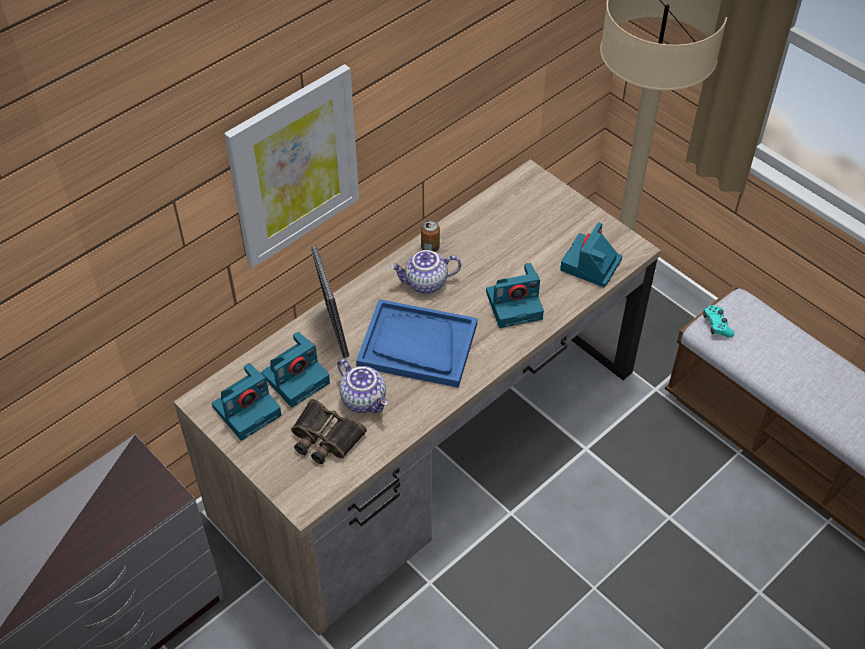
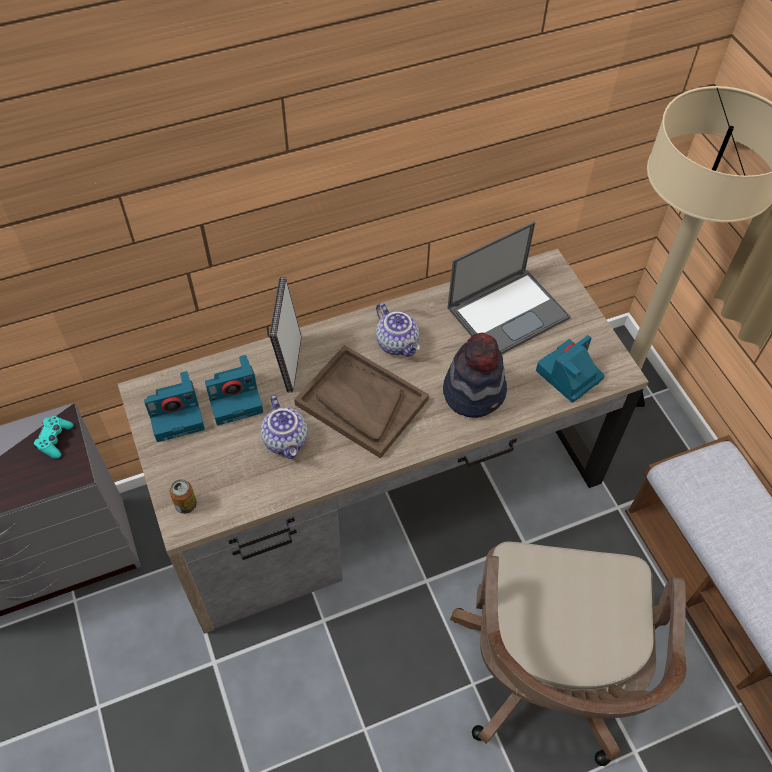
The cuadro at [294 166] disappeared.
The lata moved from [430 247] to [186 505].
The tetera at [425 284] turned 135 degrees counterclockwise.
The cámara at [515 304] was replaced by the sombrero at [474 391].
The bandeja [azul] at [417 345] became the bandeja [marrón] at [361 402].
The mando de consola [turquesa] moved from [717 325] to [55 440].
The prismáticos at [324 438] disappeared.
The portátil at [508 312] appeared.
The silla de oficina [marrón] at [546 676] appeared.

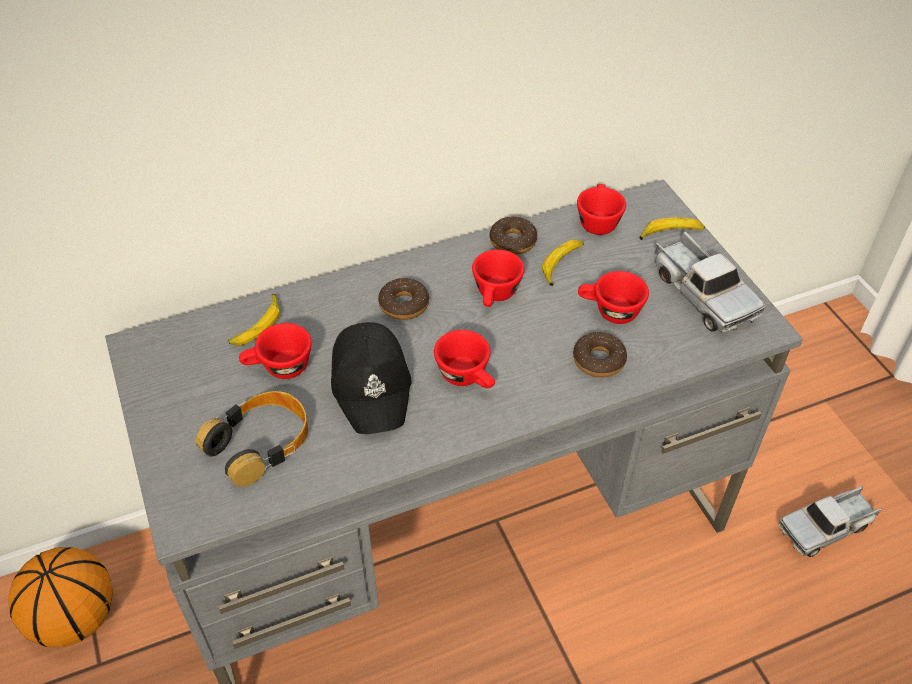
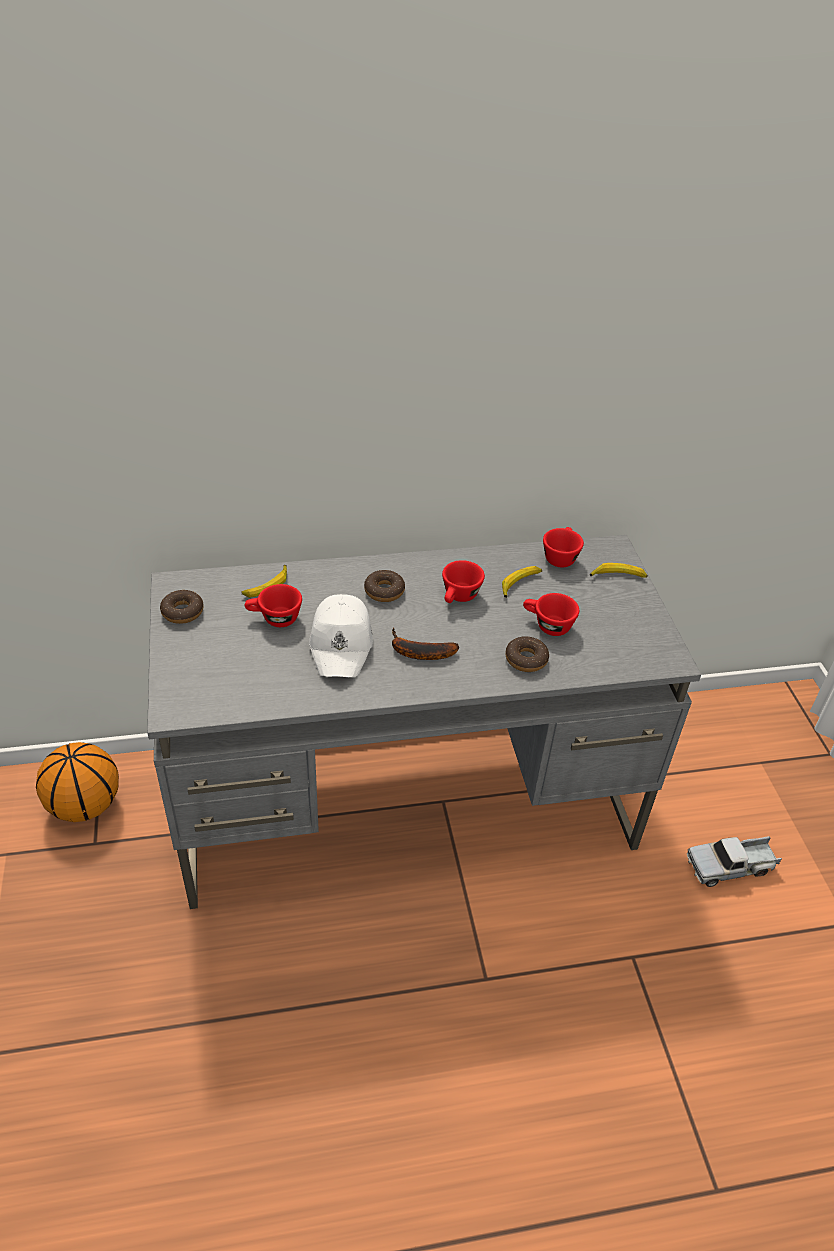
The rosquilla moved from [513 241] to [182 612].
The camión de juguete at [701 293] disappeared.
The gorra [negro] at [372 384] became the gorra [blanco] at [342 643].
The taza [rojo] at [468 377] was replaced by the plátano at [418 652].
The auriculares at [260 443] disappeared.

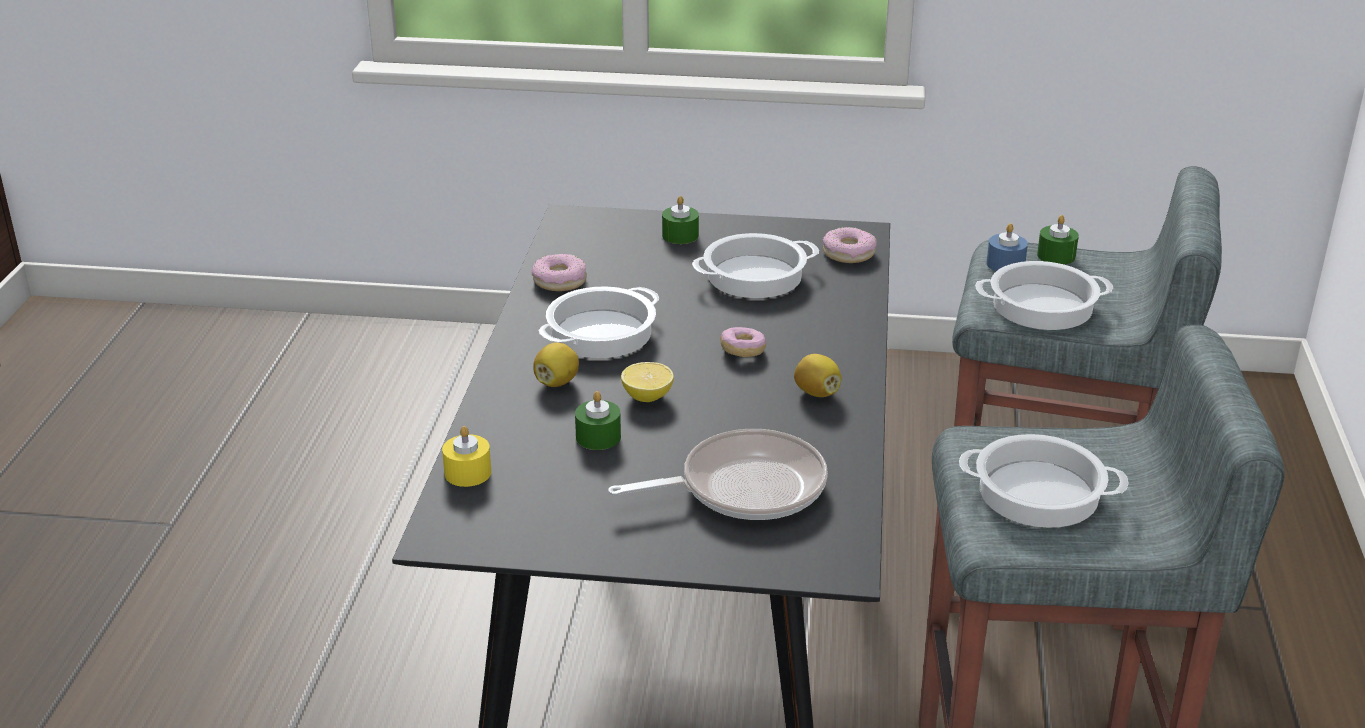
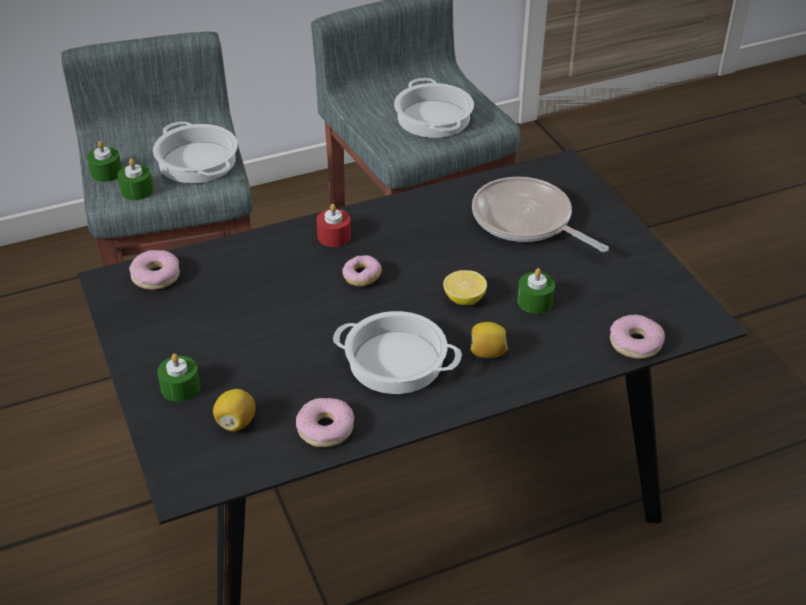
The vela [azul] at [1005 264] became the vela [verde] at [137 190].
The olla at [754 276] disappeared.
The limón moved from [817 393] to [236 422].
The vela [amarillo] at [468 473] was replaced by the rosquilla at [635 343].
The vela [rojo] at [334 236] appeared.

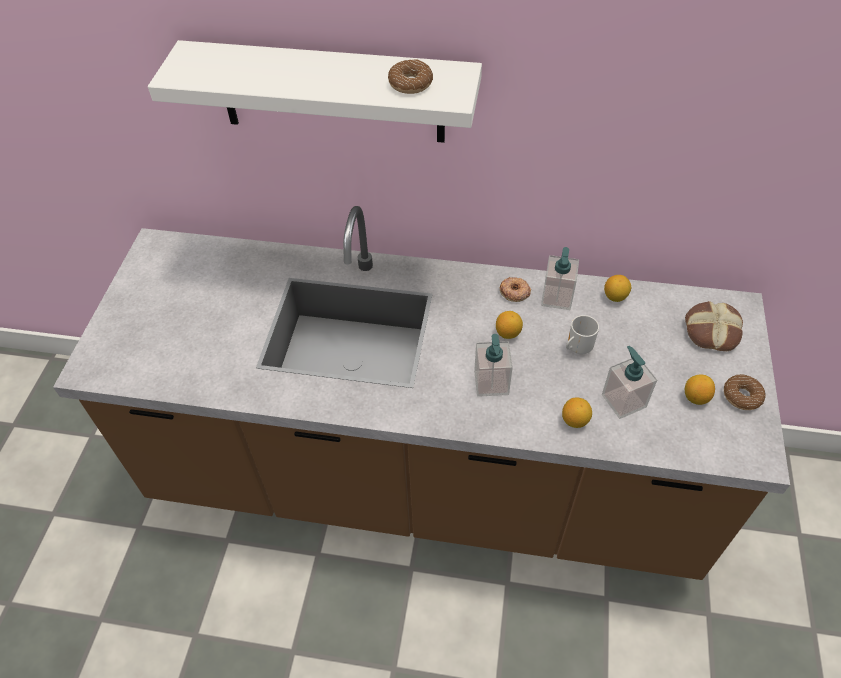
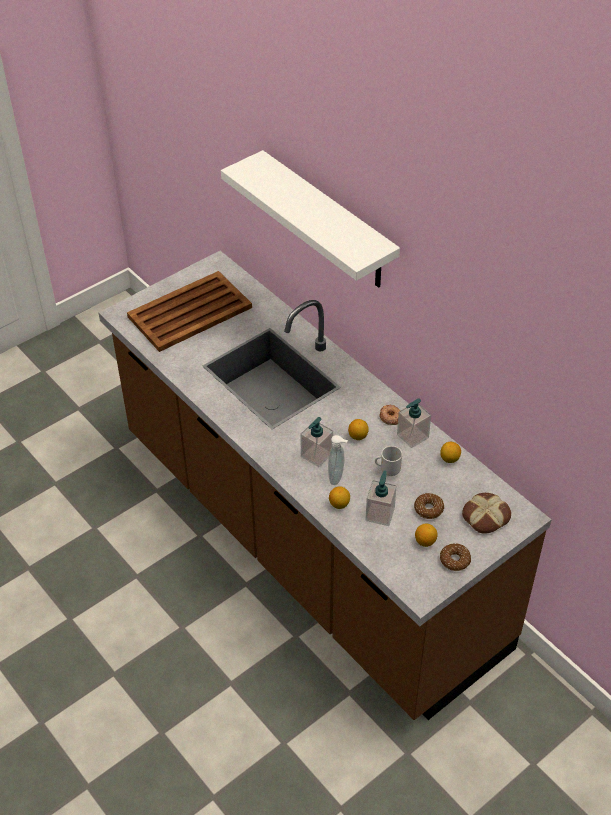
The rosquilla moved from [410 83] to [428 509].
The bandeja [marrón] at [191 312] appeared.
The dispensador de jabón at [337 477] appeared.

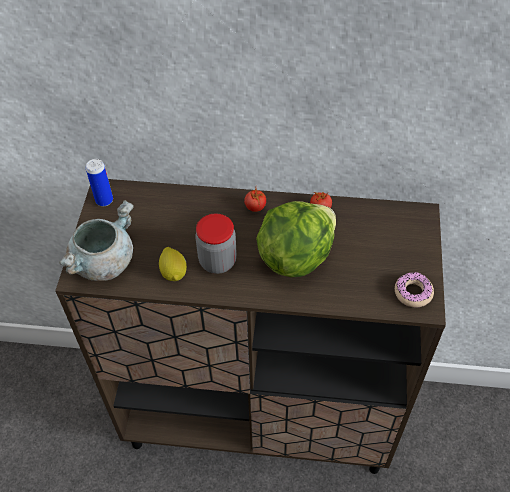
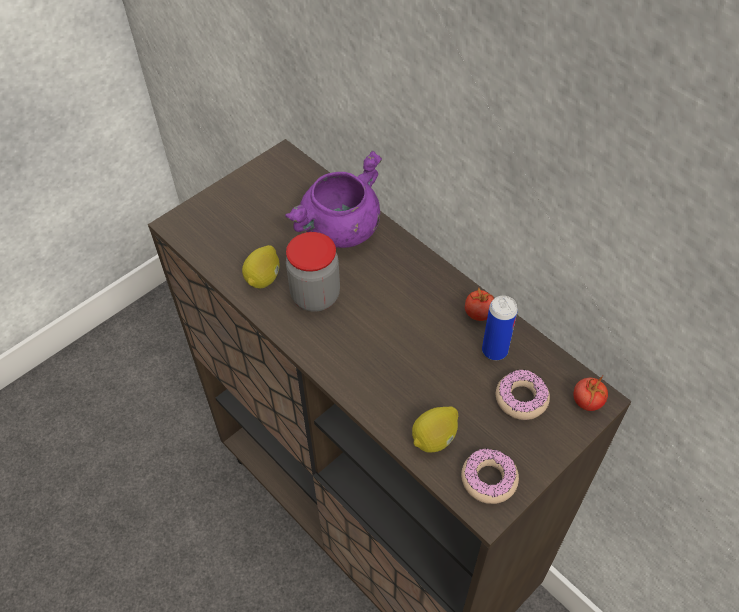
The lata moved from [104 200] to [494 351].
The tomate moved from [255 207] to [587 402].
The olla [gris] at [103 261] disappeared.
The lechuga at [295 256] disappeared.
The olla [morado] at [340 230] appeared.
The rosquilla at [521 399] appeared.
The limón at [434 439] appeared.

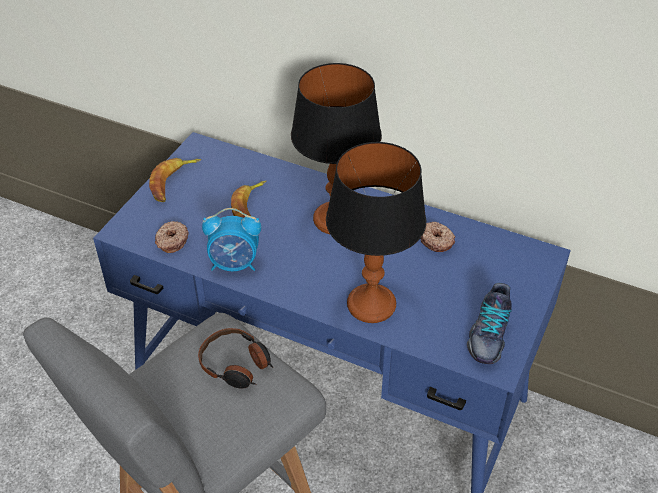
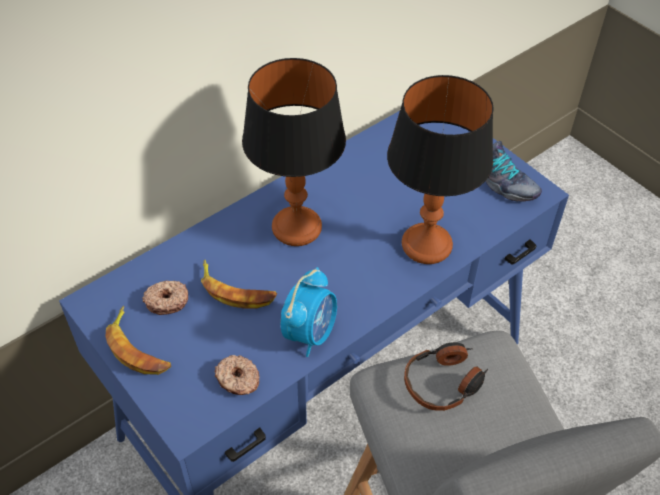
The rosquilla moved from [436 240] to [167 301].

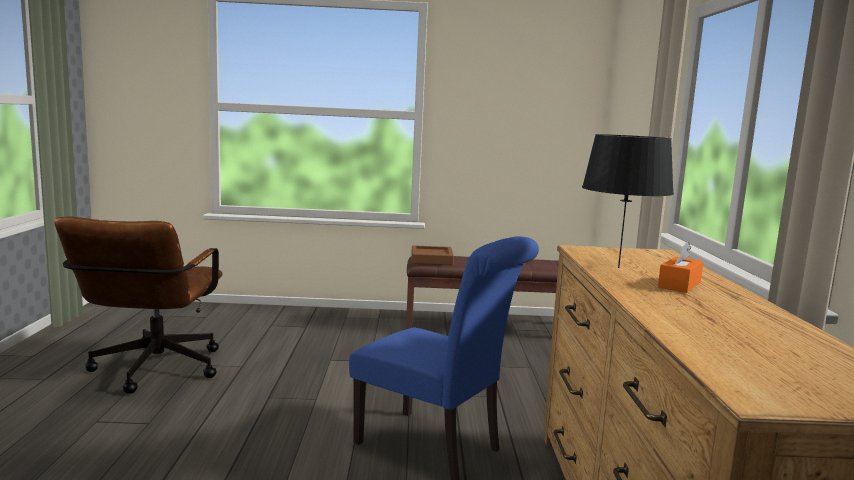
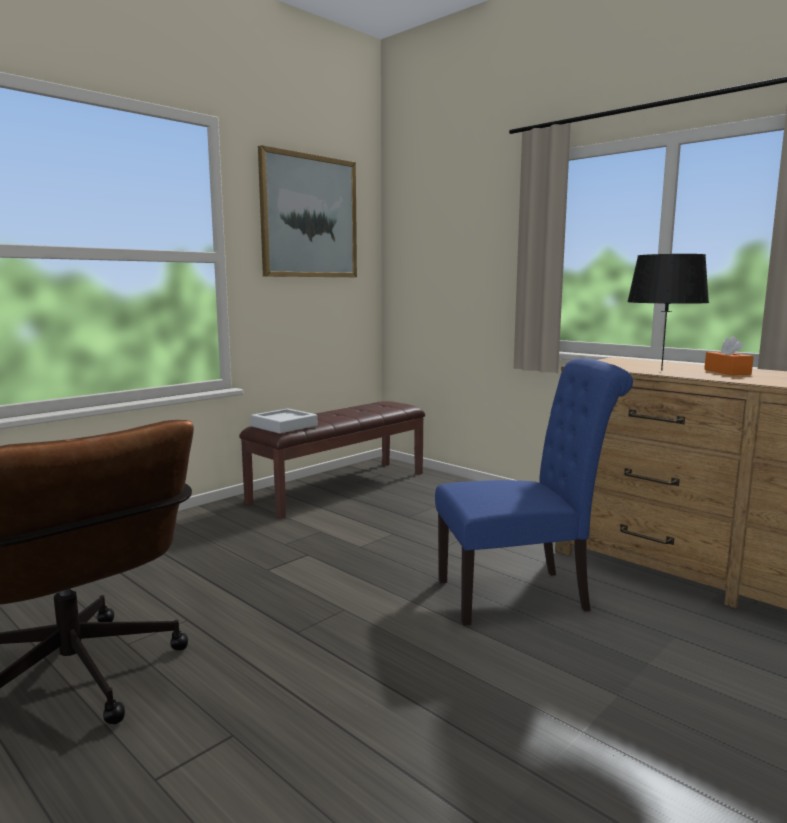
The bandeja [marrón] at [431 260] became the bandeja [gris] at [284 426].
The cuadro at [309 217] appeared.

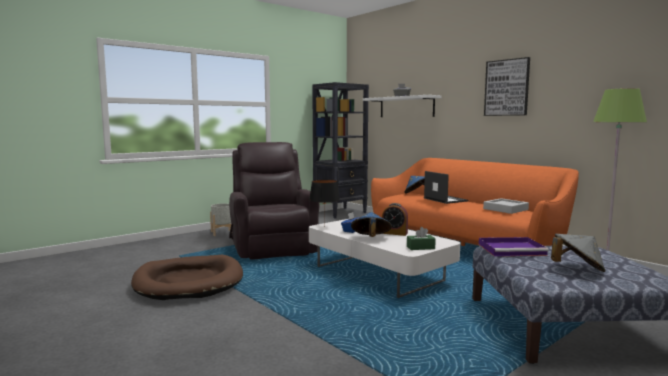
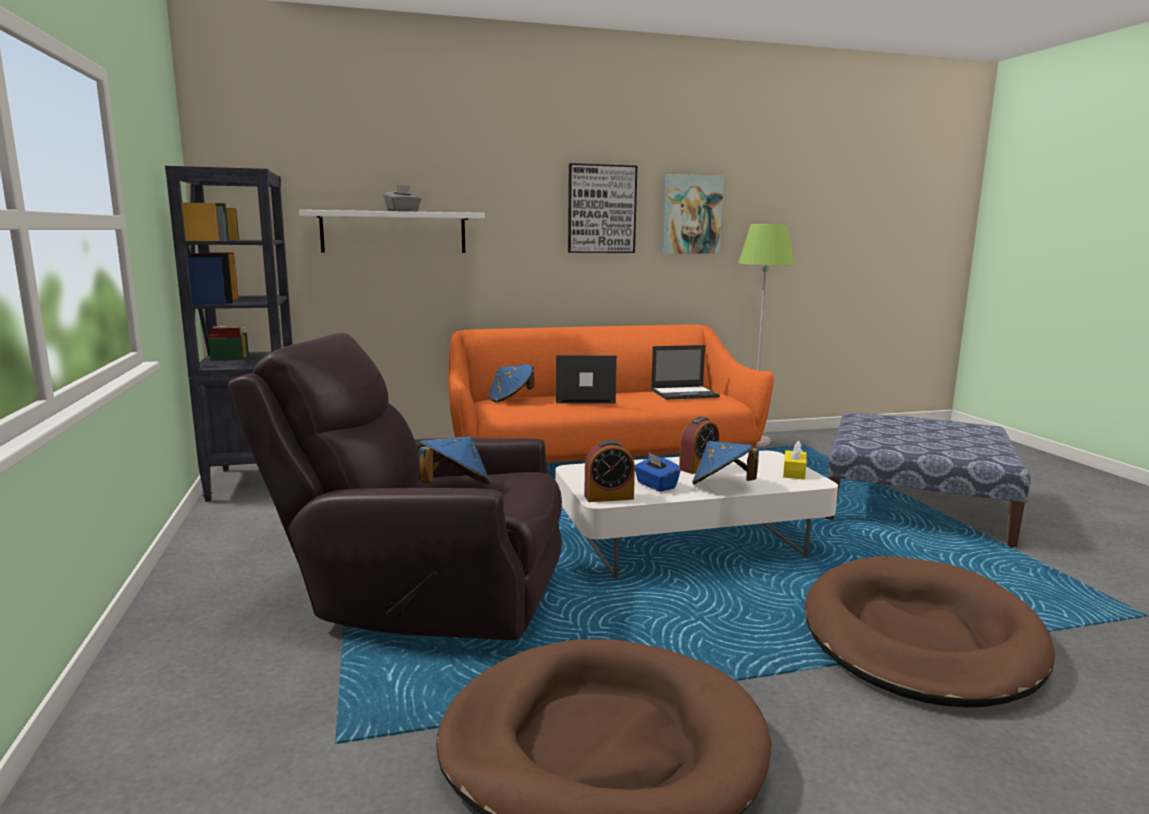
The lámpara de mesa [negro] at [325 227] was replaced by the despertador at [609 497].
The bandeja [gris] at [505 209] was replaced by the portátil at [685 393].
The maceta [gris] at [222 233] disappeared.
The caja de pañuelos [verde] at [420 247] became the caja de pañuelos [amarillo] at [794 472].
The sombrero [gris] at [577 269] disappeared.
The bandeja [morado] at [512 249] disappeared.
The cuadro at [691 214] appeared.
The sombrero [azul] at [455 487] appeared.
The cama para perro [marrón] at [920 638] appeared.

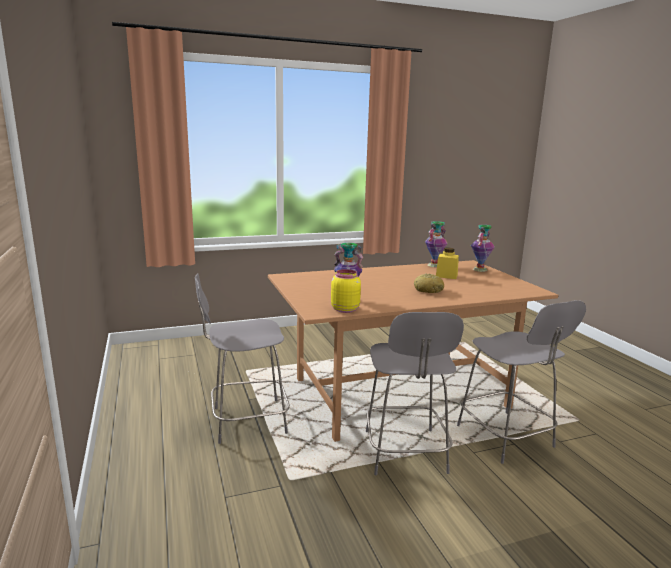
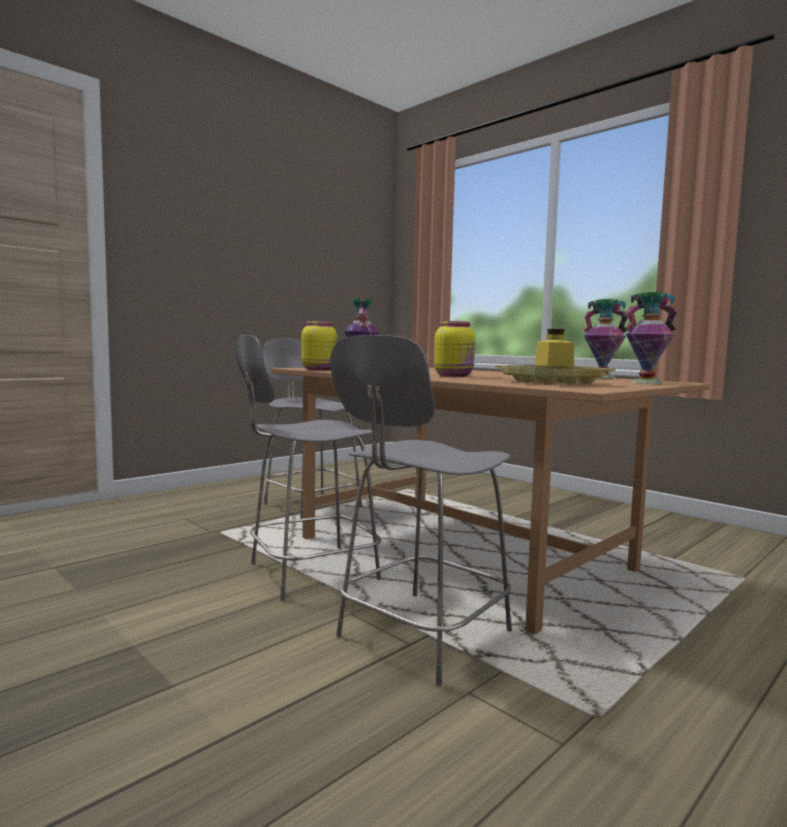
The pan at [428 290] was replaced by the tarro [amarillo] at [454 376].
The bandeja [amarillo] at [552 382] appeared.

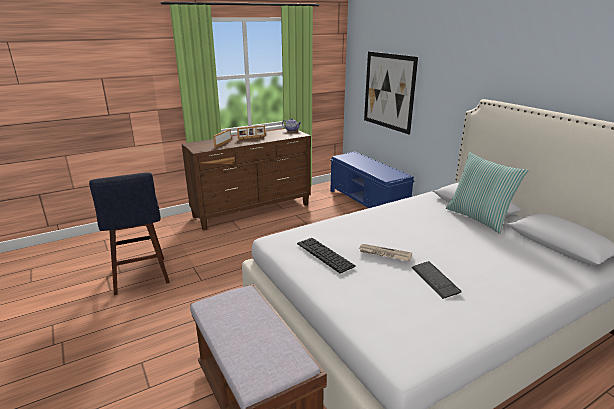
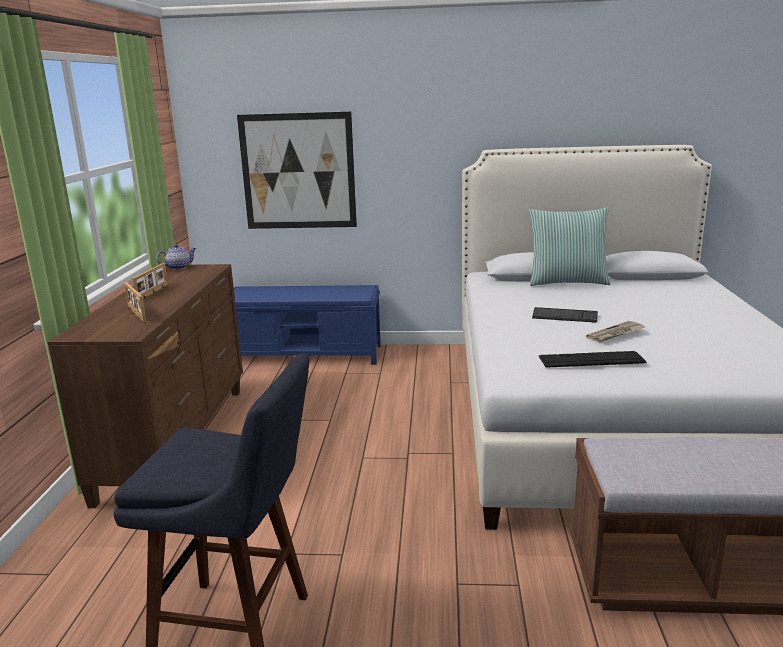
The teclado moved from [435 280] to [564 316].

